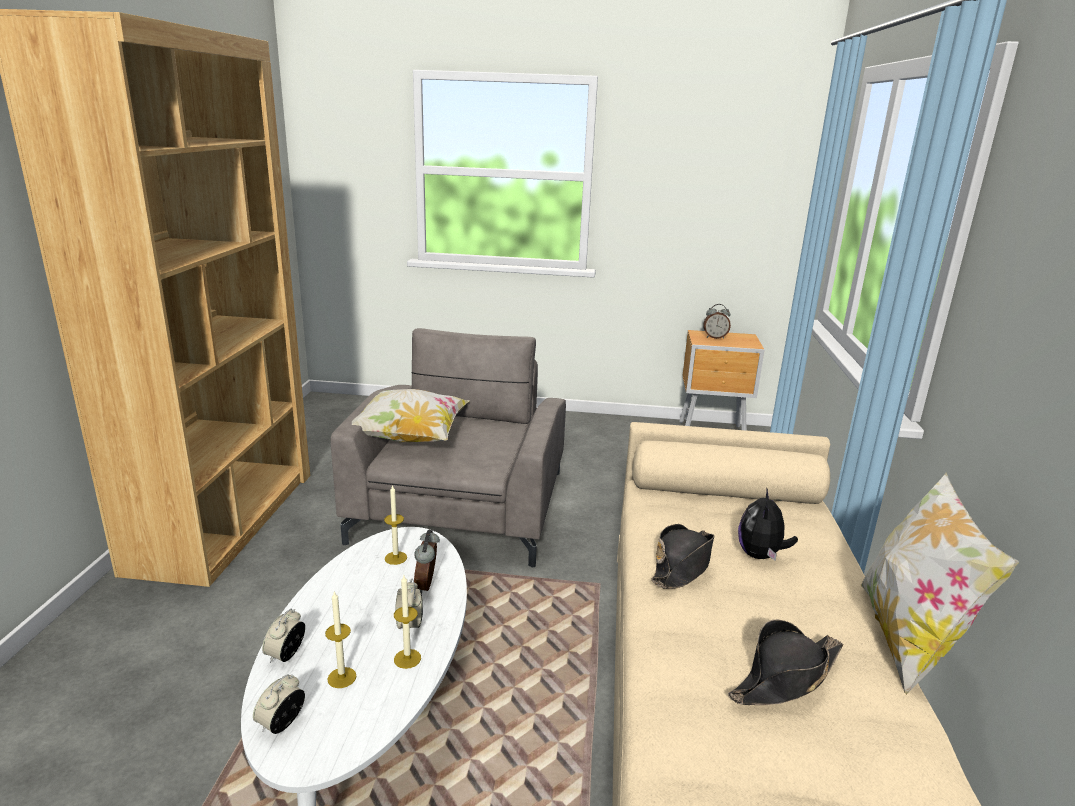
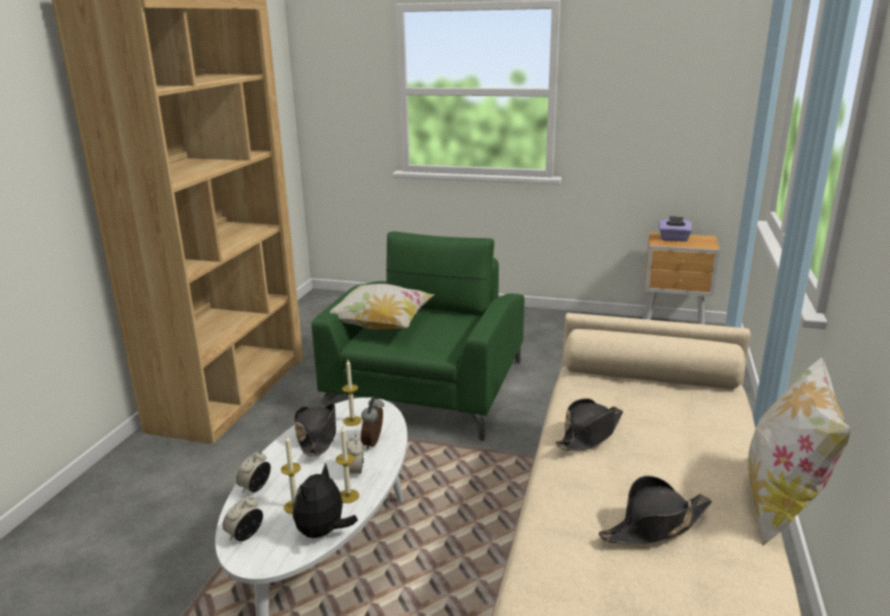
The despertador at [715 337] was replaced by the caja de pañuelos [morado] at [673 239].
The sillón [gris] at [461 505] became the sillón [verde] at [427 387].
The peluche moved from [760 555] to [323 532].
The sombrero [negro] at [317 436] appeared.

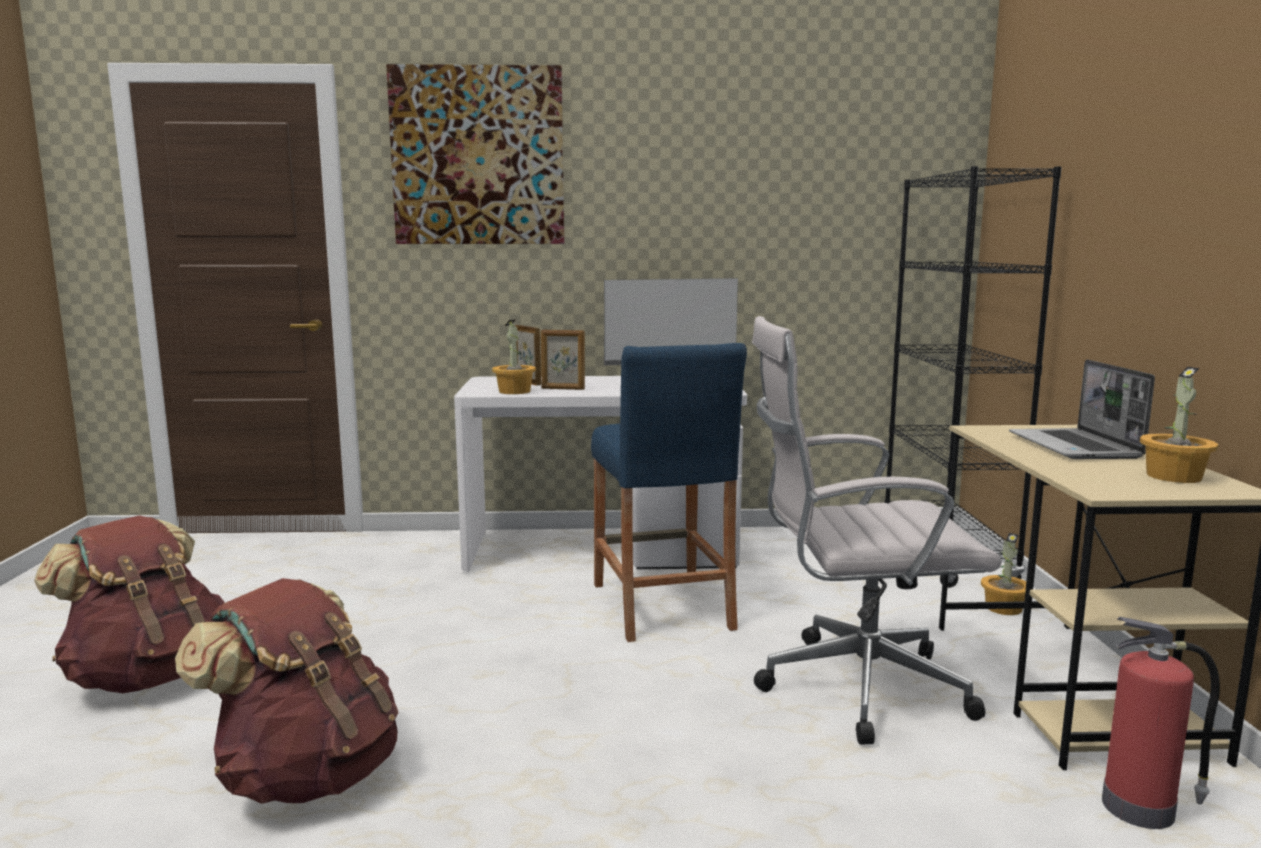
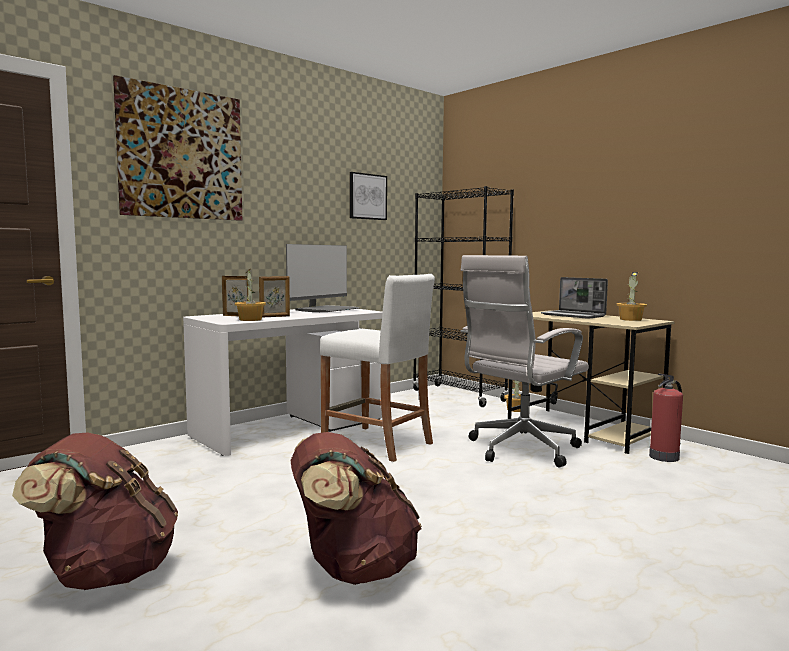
The taburete [azul] at [661 606] became the taburete [blanco] at [377 443].
The cuadro at [367 196] appeared.

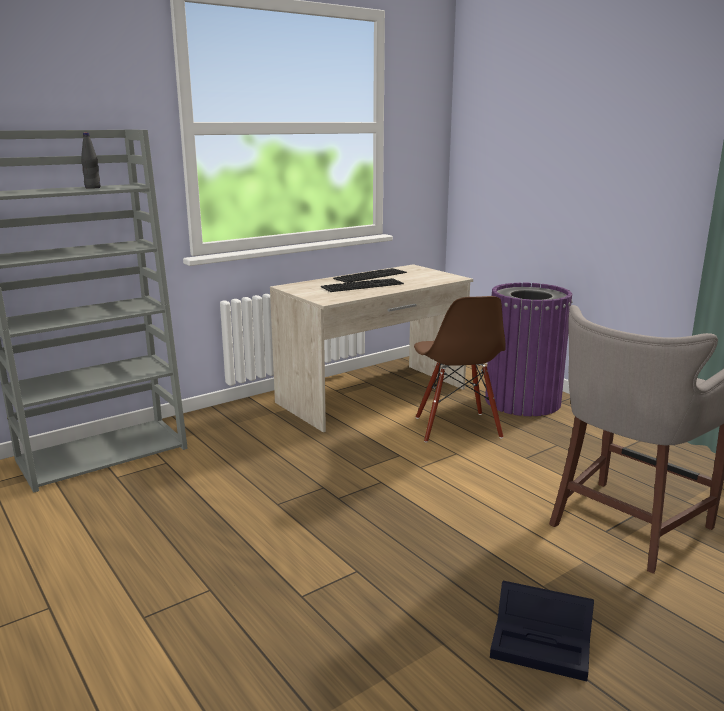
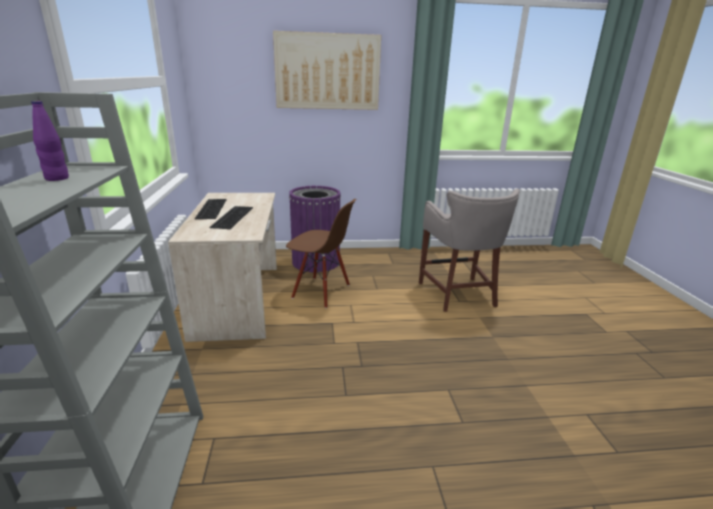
The botella [negro] at [92 188] became the botella [morado] at [57 178].
The caja de almacenaje [negro] at [544 644] disappeared.
The cuadro at [327 72] appeared.

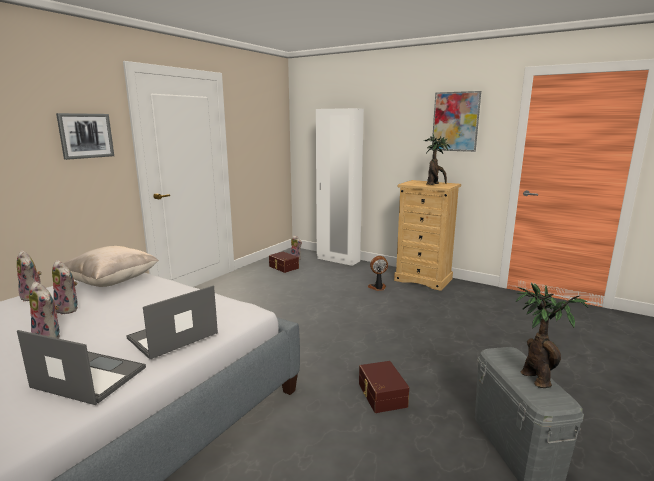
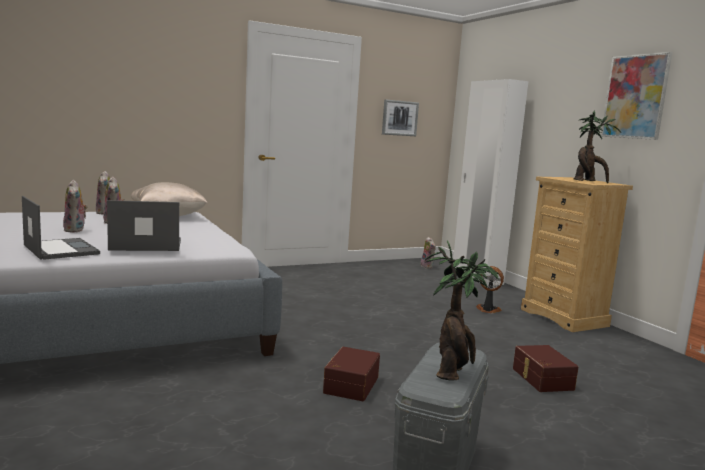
The cuadro moved from [86 135] to [399 118].
The caja de almacenaje [marrón] moved from [283 267] to [541 379].

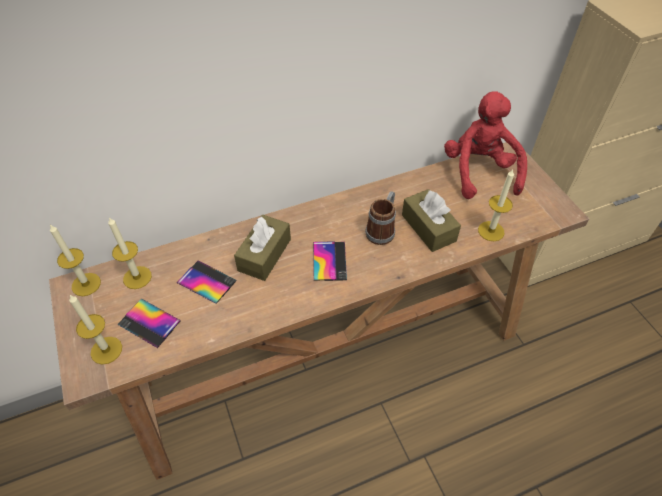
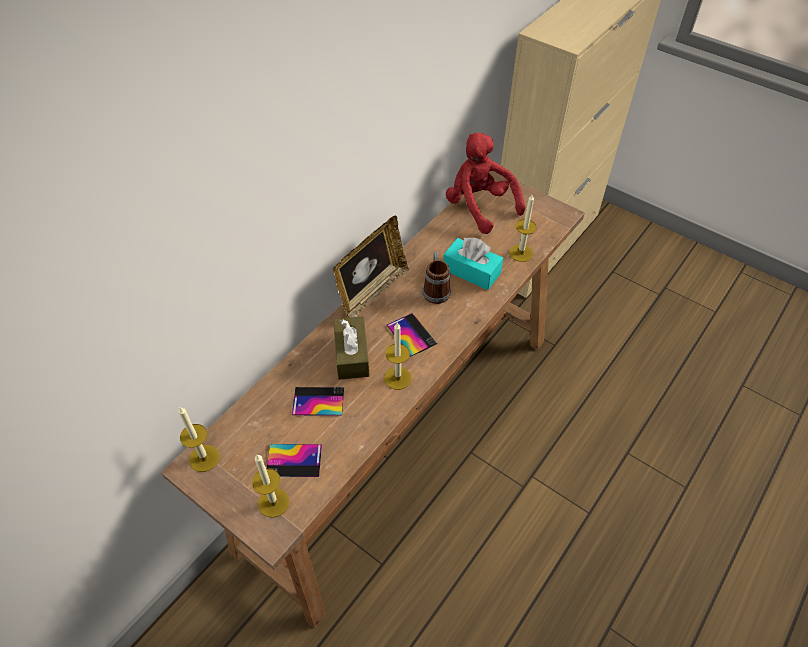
The caja de pañuelos [marrón] at [428 228] became the caja de pañuelos [turquesa] at [471 271].
The vela moved from [137 277] to [397 378].
The portarretratos at [372 291] appeared.

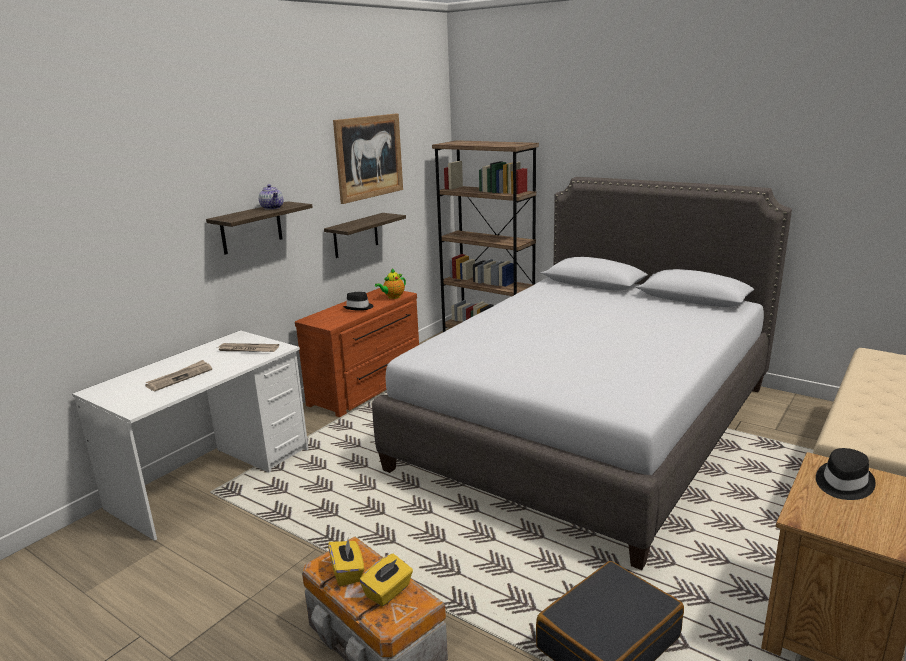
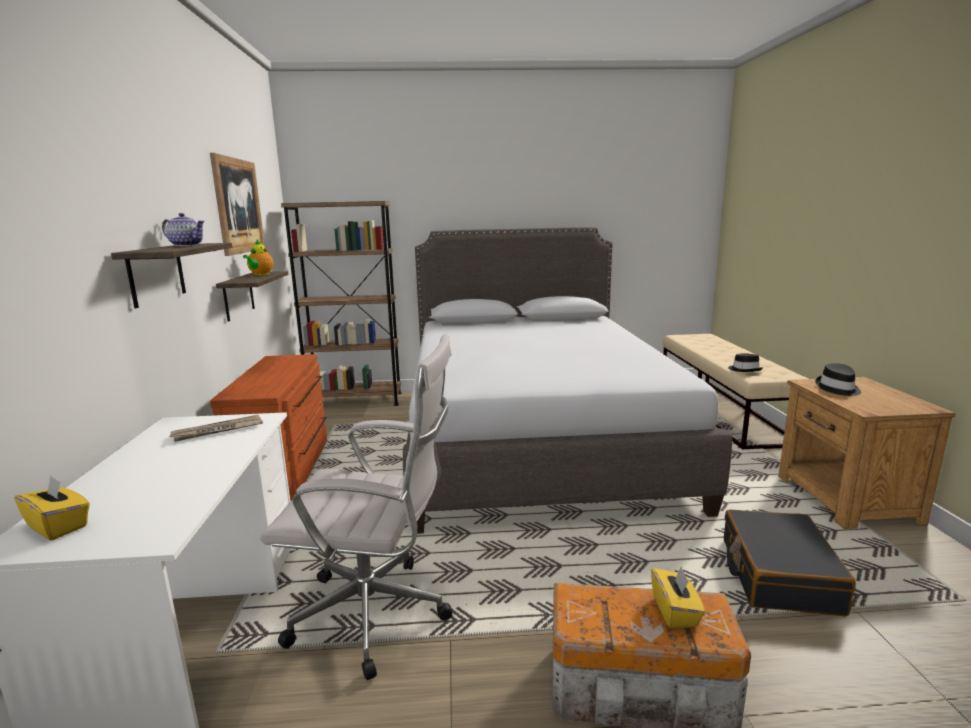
The tetera moved from [393 297] to [260 274].
The sombrero [negro] moved from [359 307] to [744 369].
The periódico at [180 377] disappeared.
The caja de pañuelos [amarillo] moved from [347 572] to [59 526].
The silla de oficina [blanco] at [377 615] appeared.

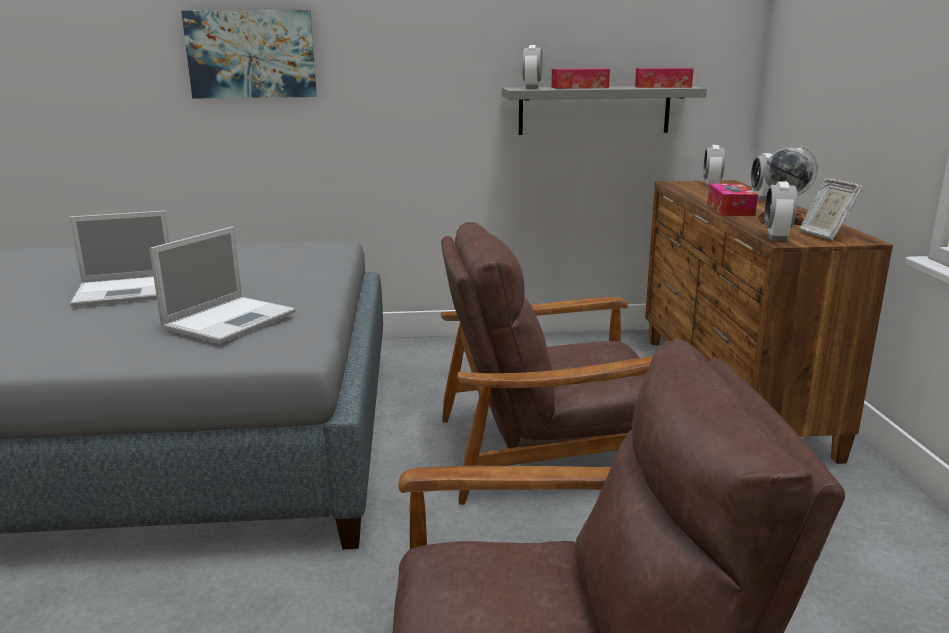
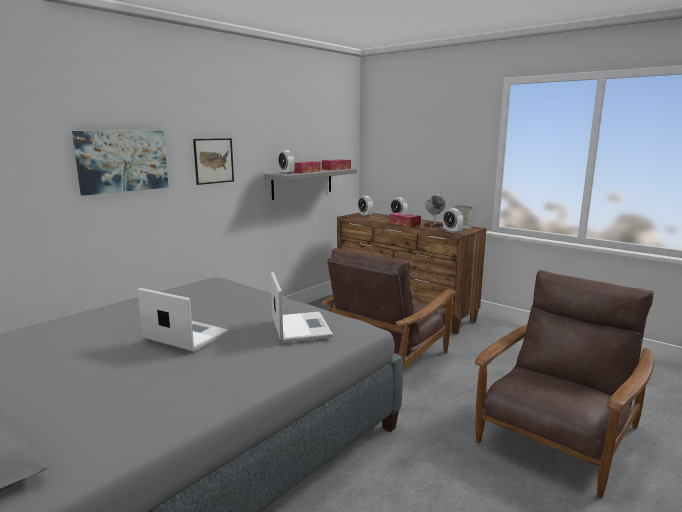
The portátil at [128 291] turned 90 degrees counterclockwise.
The cuadro at [213 161] appeared.

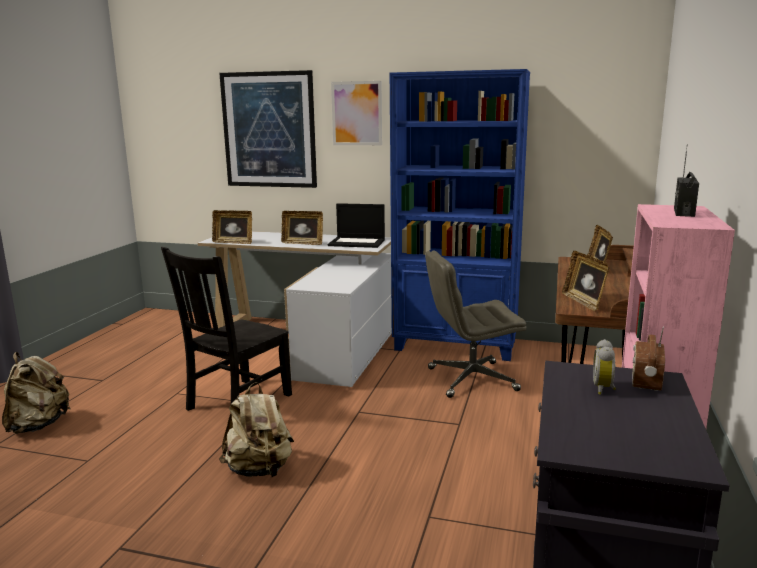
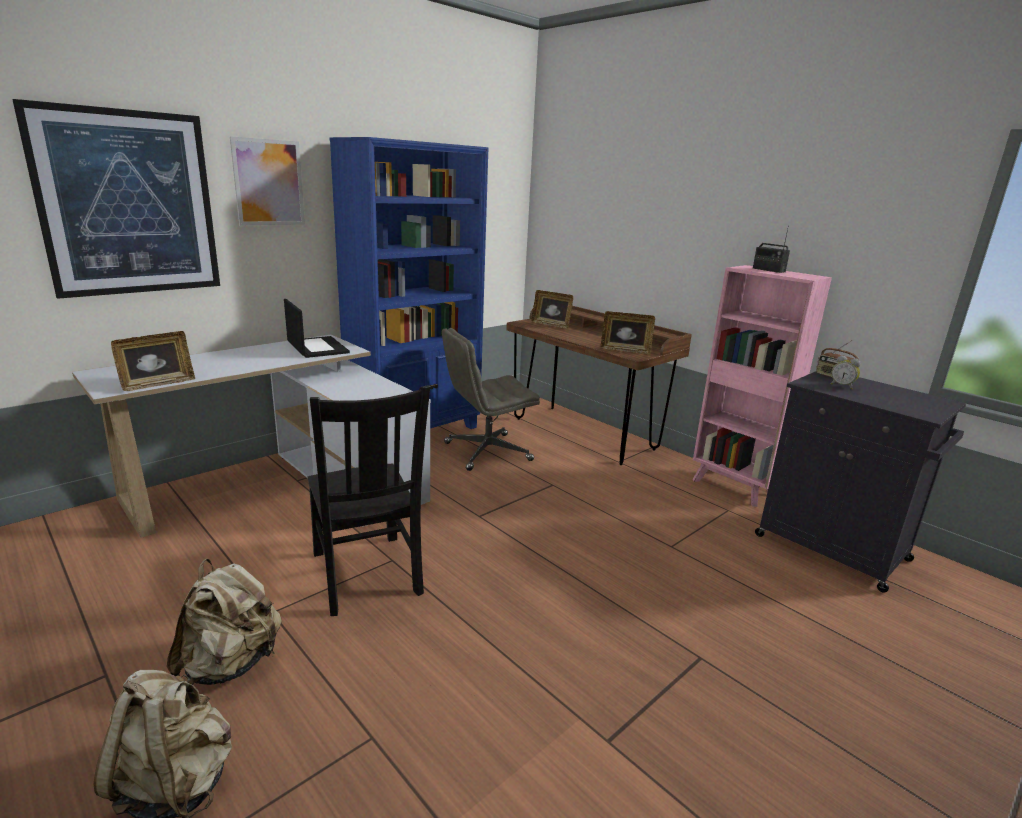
The portátil at [357 242] turned 75 degrees counterclockwise.
The portarretratos at [303 243] disappeared.
The silla de oficina [gris] at [471 379] turned 45 degrees clockwise.
The mochila [beis] moved from [259 470] to [230 664].

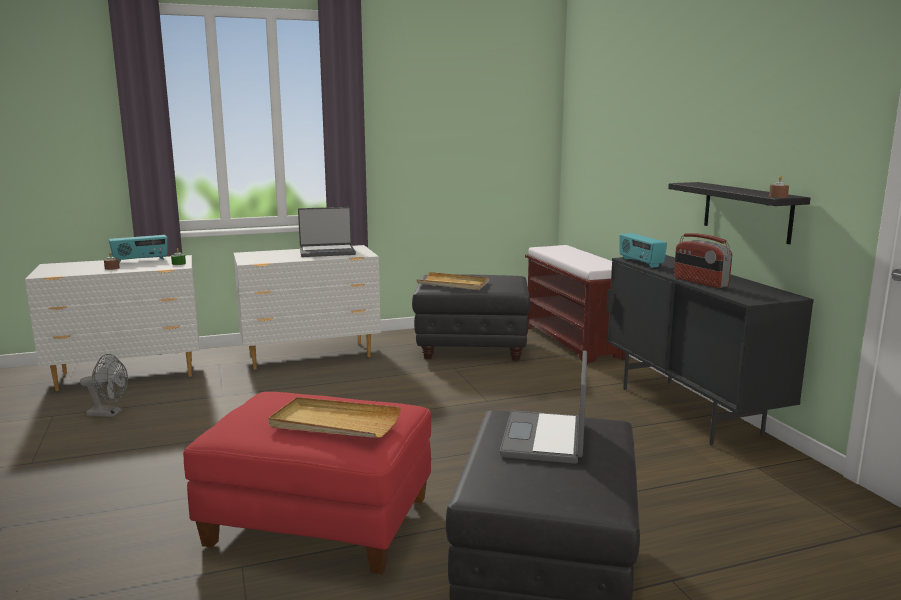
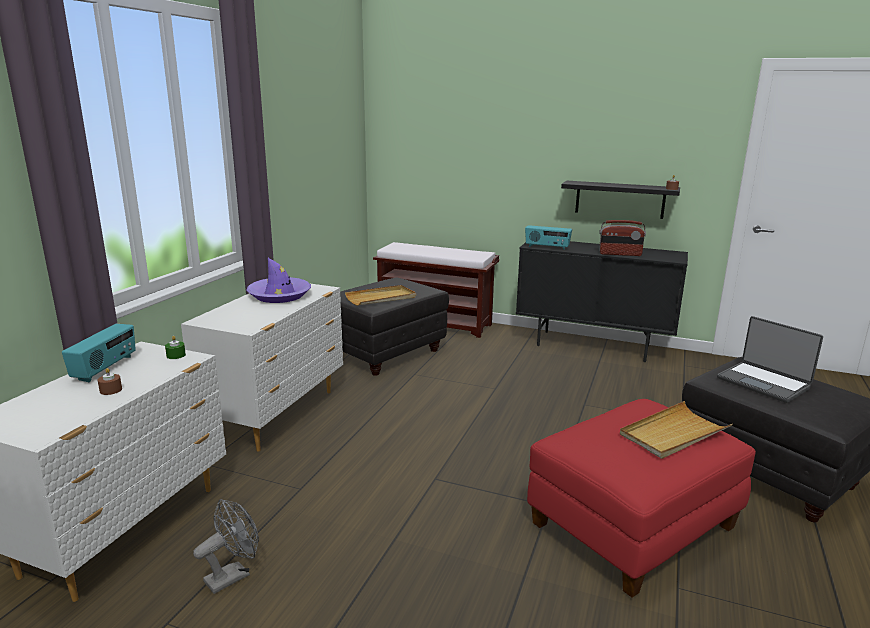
The portátil at [327 252] was replaced by the sombrero [morado] at [279 295].

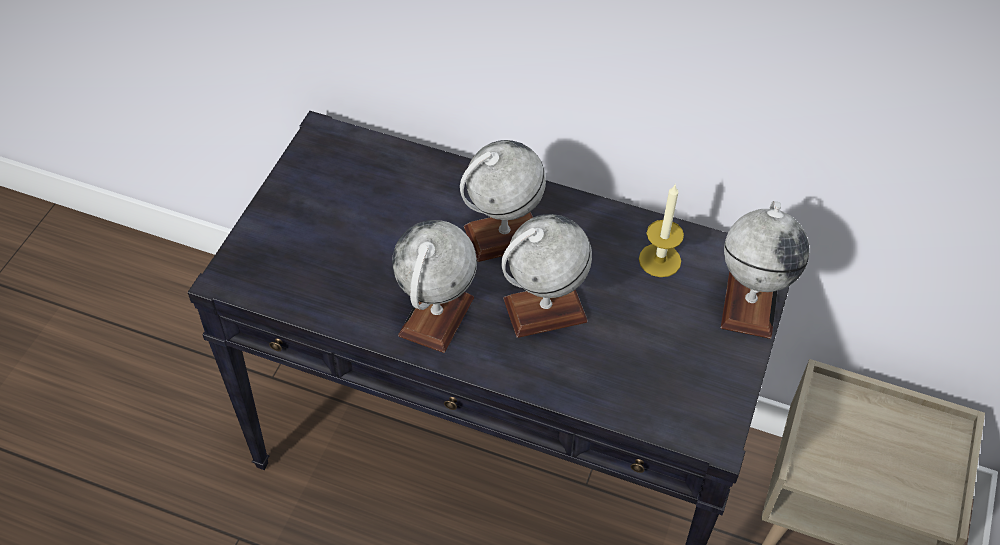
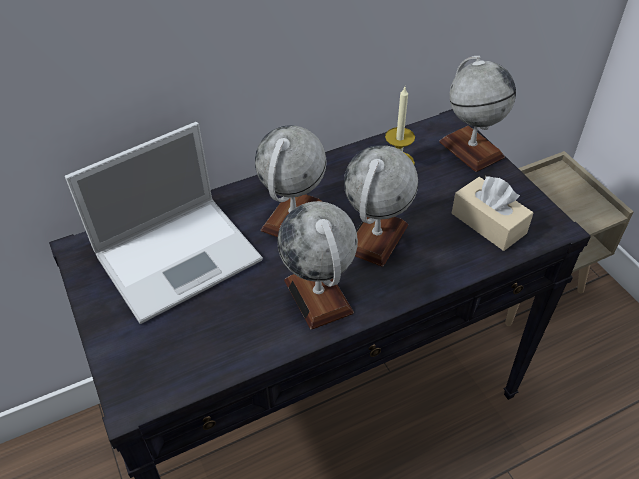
The portátil at [180 255] appeared.
The caja de pañuelos [beis] at [488 223] appeared.

